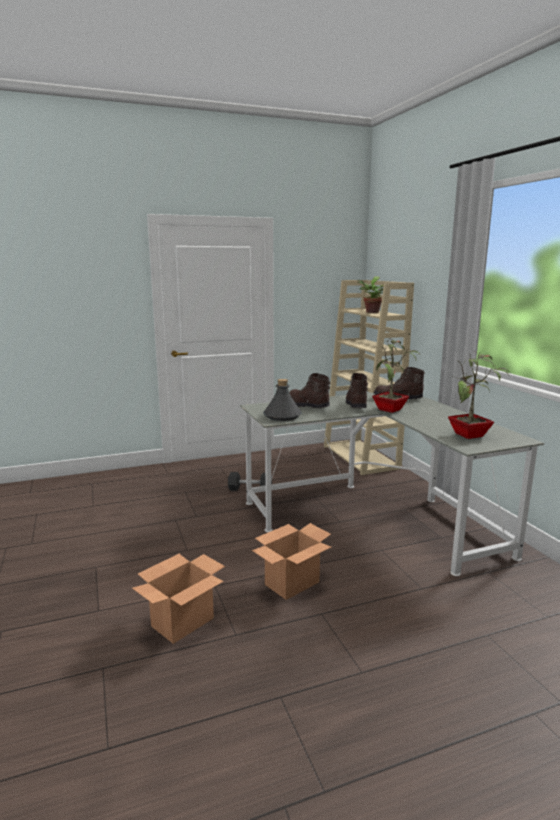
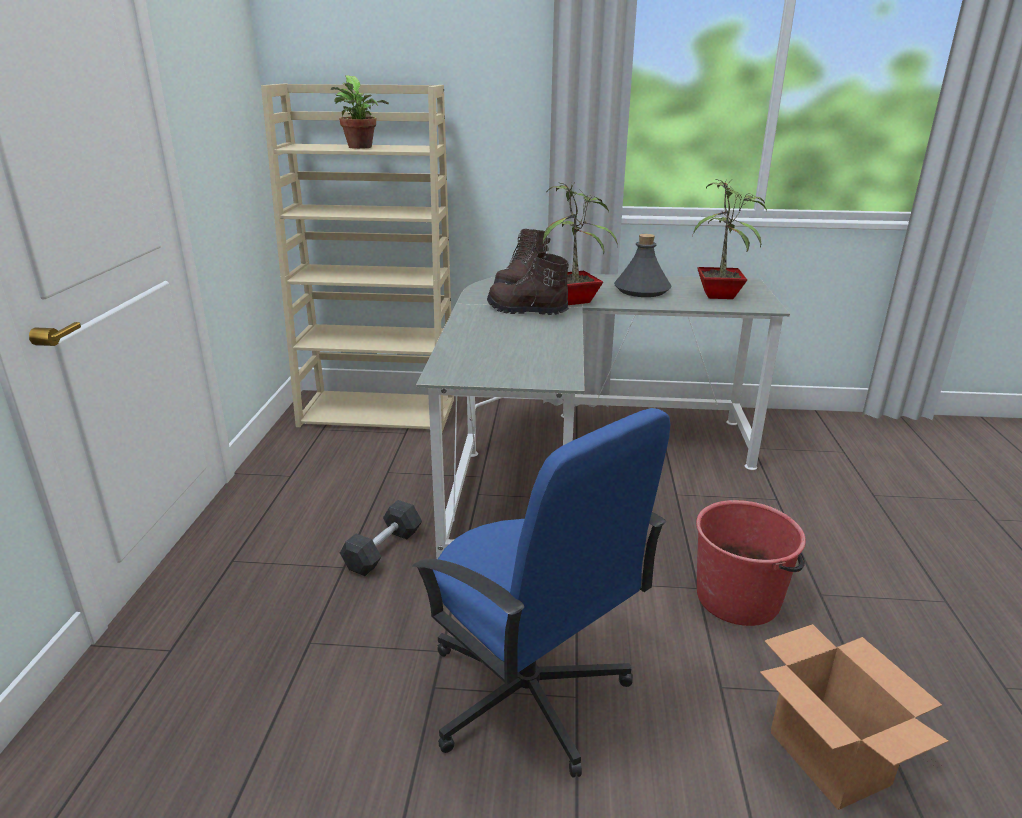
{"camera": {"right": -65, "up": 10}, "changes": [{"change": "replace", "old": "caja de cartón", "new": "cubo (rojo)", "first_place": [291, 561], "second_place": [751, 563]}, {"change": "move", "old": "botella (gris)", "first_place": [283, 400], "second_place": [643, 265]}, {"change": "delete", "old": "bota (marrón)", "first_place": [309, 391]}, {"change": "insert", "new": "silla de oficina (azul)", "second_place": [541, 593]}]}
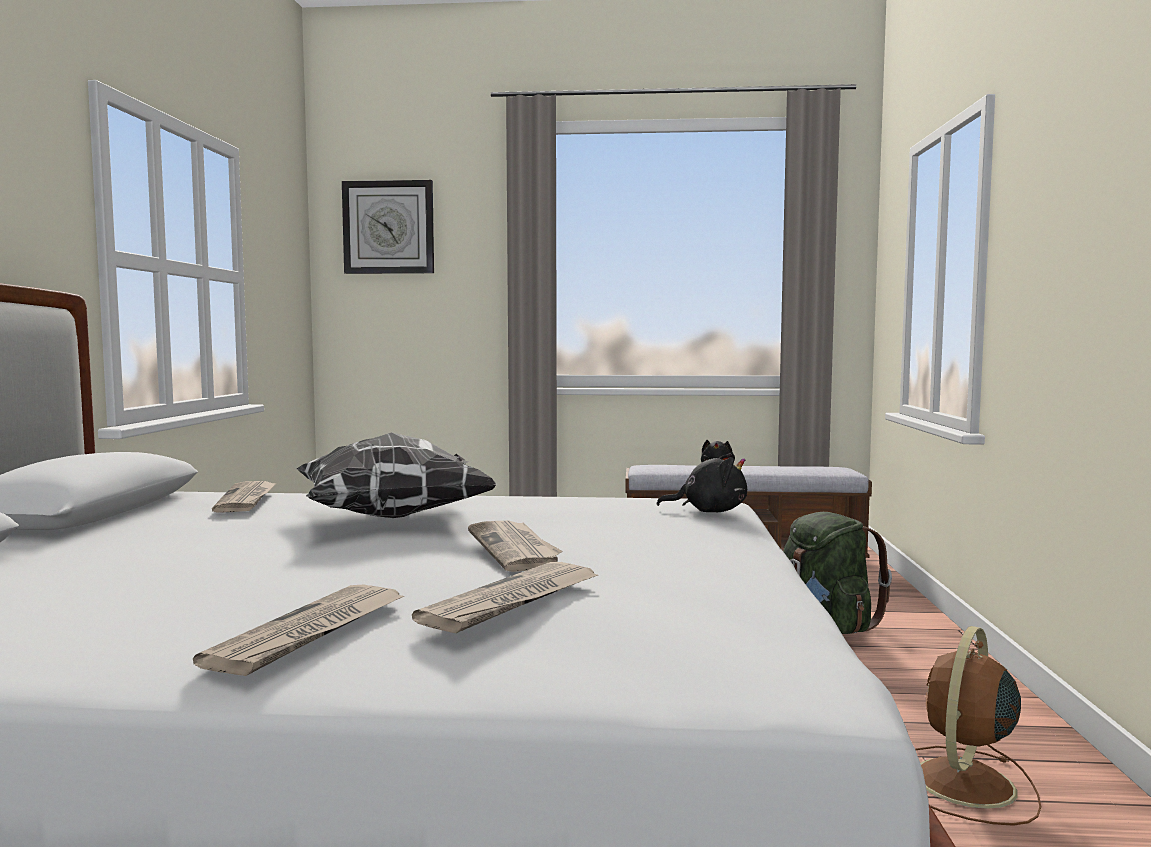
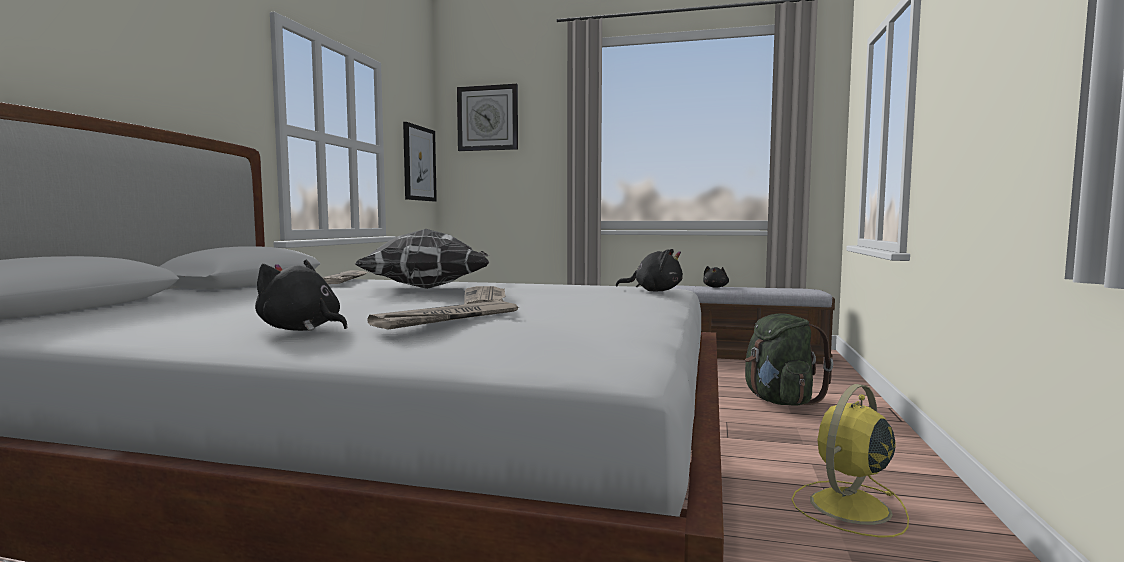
{"camera": {"right": 10, "up": 0}, "changes": [{"change": "replace", "old": "periódico", "new": "peluche (negro)", "first_place": [298, 630], "second_place": [301, 295]}, {"change": "recolor", "old": "ventilador (marrón)", "new": "ventilador (amarillo)", "first_place": [978, 726], "second_place": [850, 461]}, {"change": "insert", "new": "cuadro", "second_place": [420, 161]}]}
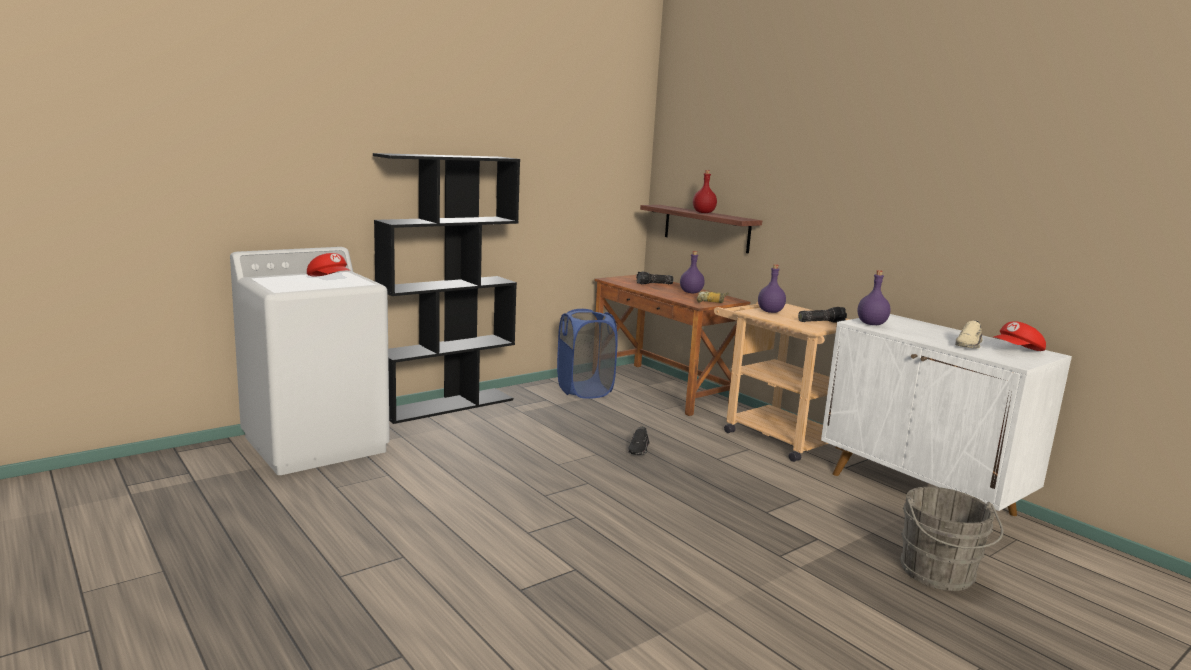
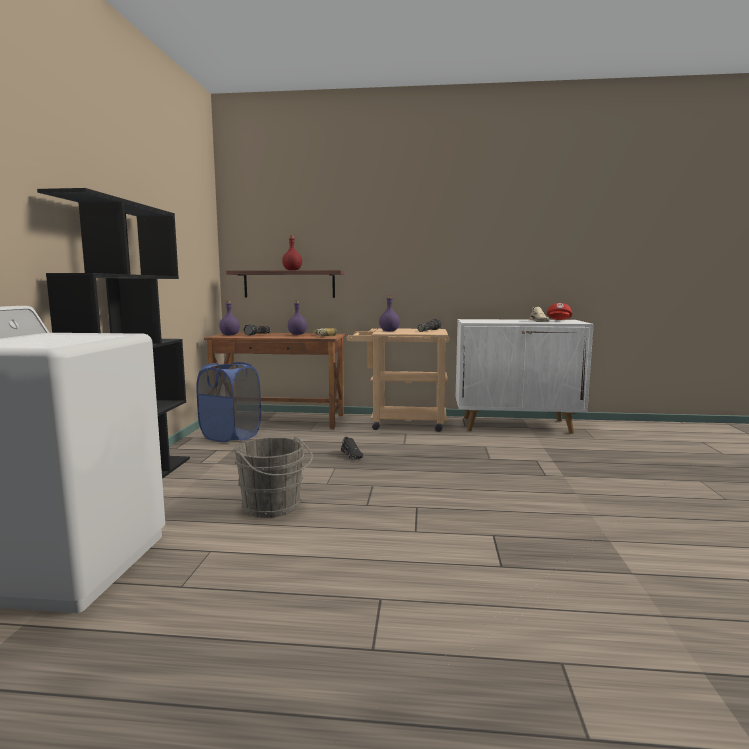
{"camera": {"right": -45, "up": -5}, "changes": [{"change": "delete", "old": "gorra (rojo)", "first_place": [328, 264]}, {"change": "move", "old": "botella (morado)", "first_place": [874, 297], "second_place": [229, 318]}, {"change": "move", "old": "cubo (gris)", "first_place": [951, 539], "second_place": [274, 477]}]}
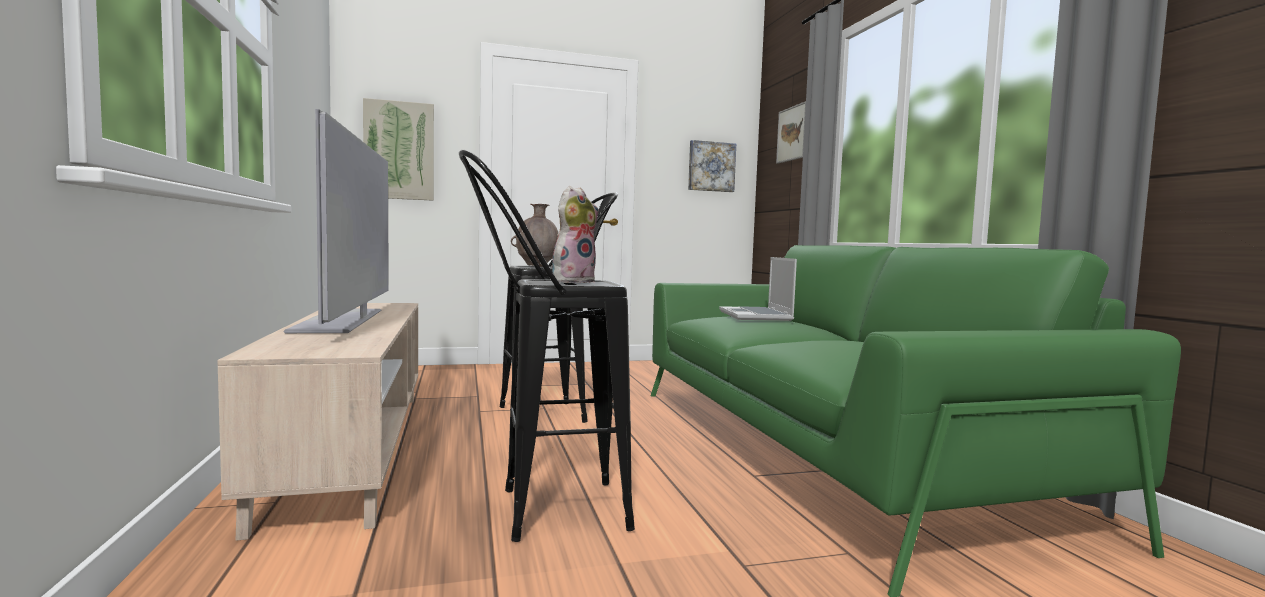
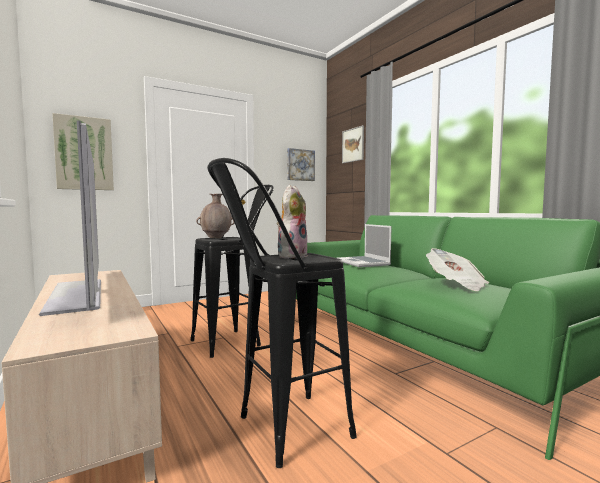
{"camera": {"right": -15, "up": 0}, "changes": [{"change": "insert", "new": "periódico", "second_place": [457, 269]}]}
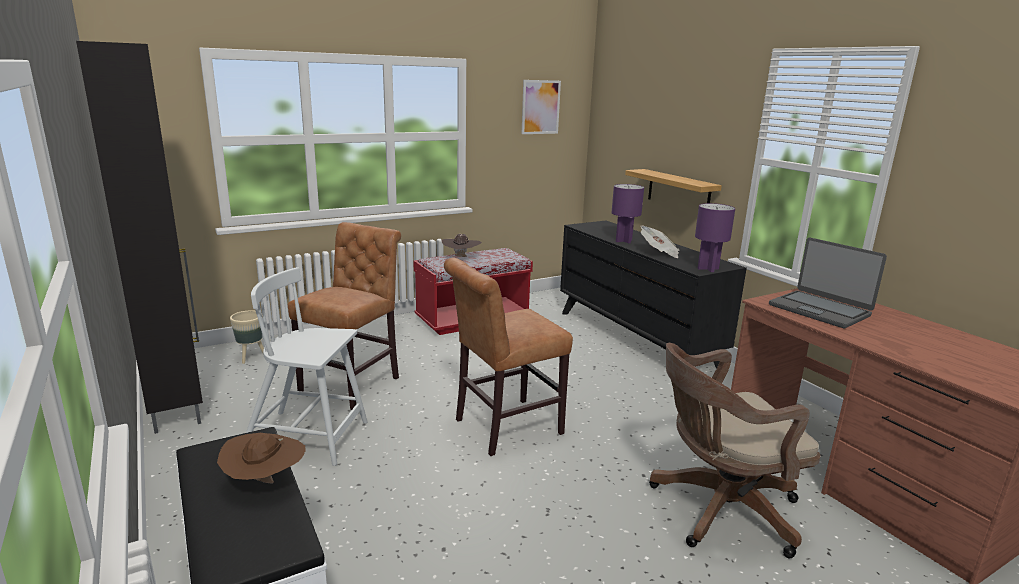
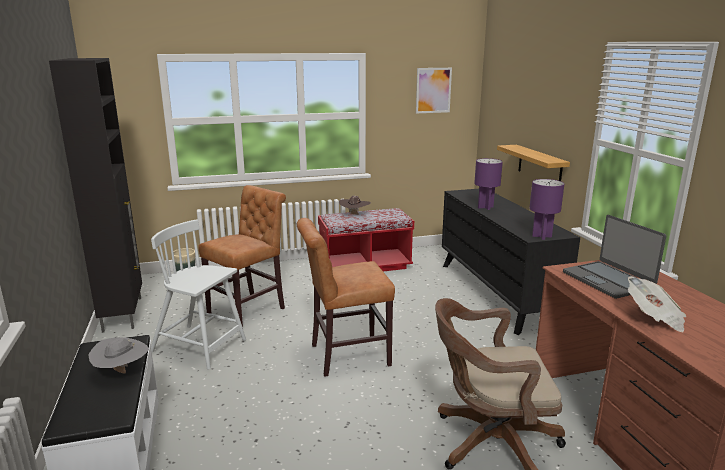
{"camera": {"right": 15, "up": 0}, "changes": [{"change": "recolor", "old": "sombrero (marrón)", "new": "sombrero (gris)", "first_place": [261, 458], "second_place": [118, 355]}, {"change": "move", "old": "periódico", "first_place": [660, 241], "second_place": [657, 304]}]}
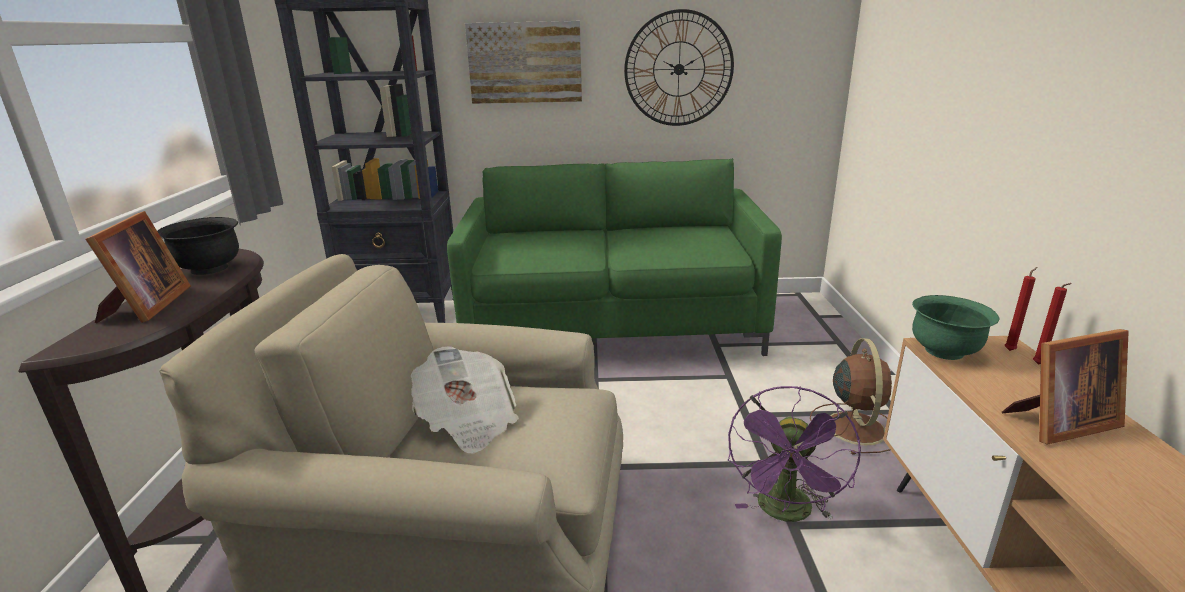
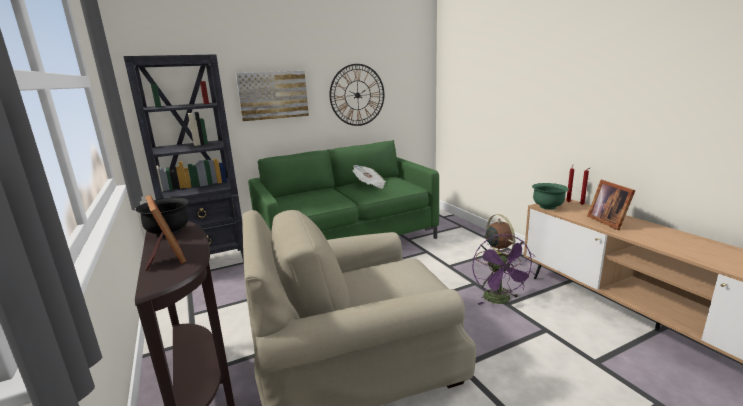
{"camera": {"right": -25, "up": -5}, "changes": [{"change": "move", "old": "periódico", "first_place": [465, 400], "second_place": [369, 177]}, {"change": "rotate", "old": "portarretratos", "first_place": [1065, 387], "second_place": [611, 205], "degrees": 120}]}
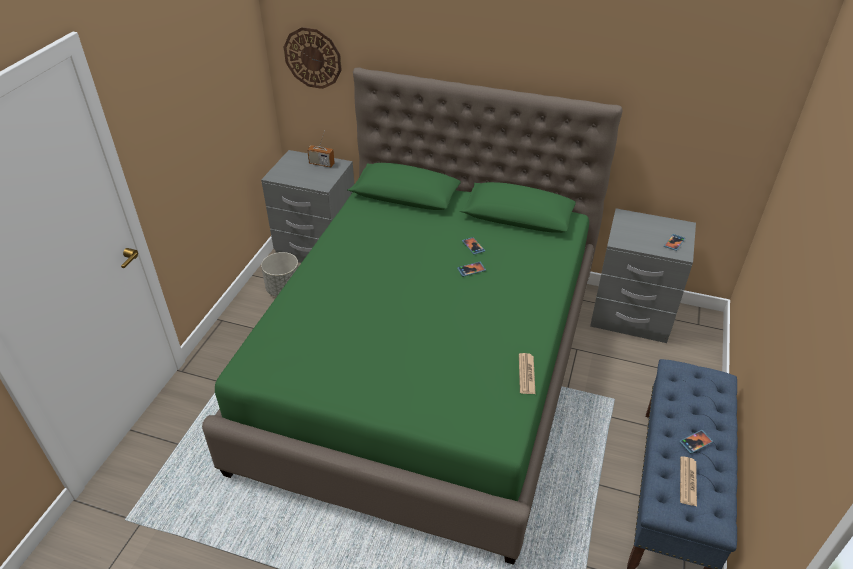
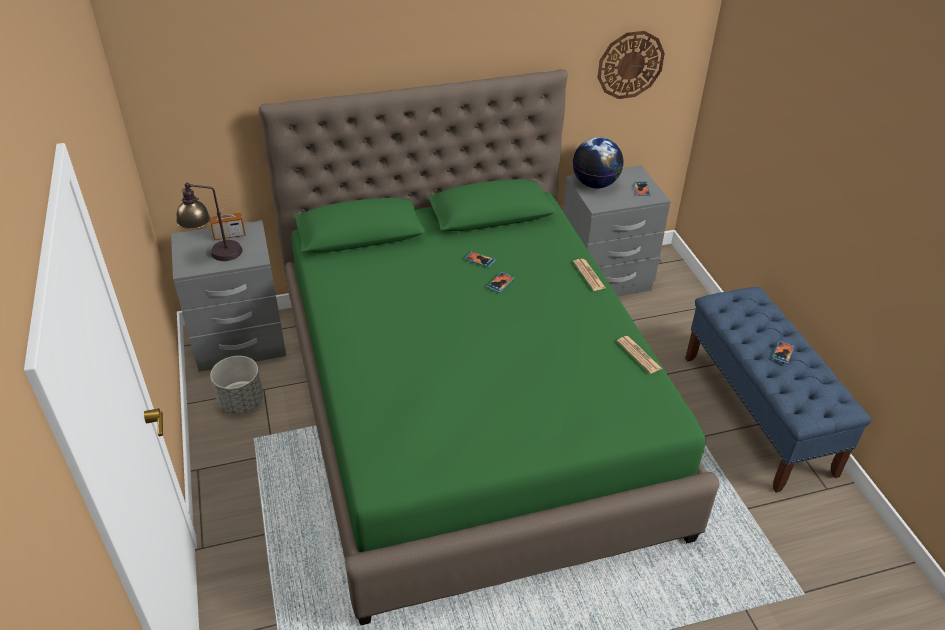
{"camera": {"right": -35, "up": 0}, "changes": [{"change": "move", "old": "reloj de pared", "first_place": [313, 58], "second_place": [631, 65]}, {"change": "move", "old": "periódico", "first_place": [688, 481], "second_place": [589, 275]}, {"change": "insert", "new": "lámpara de mesa", "second_place": [209, 222]}, {"change": "insert", "new": "globo terráqueo", "second_place": [598, 162]}]}
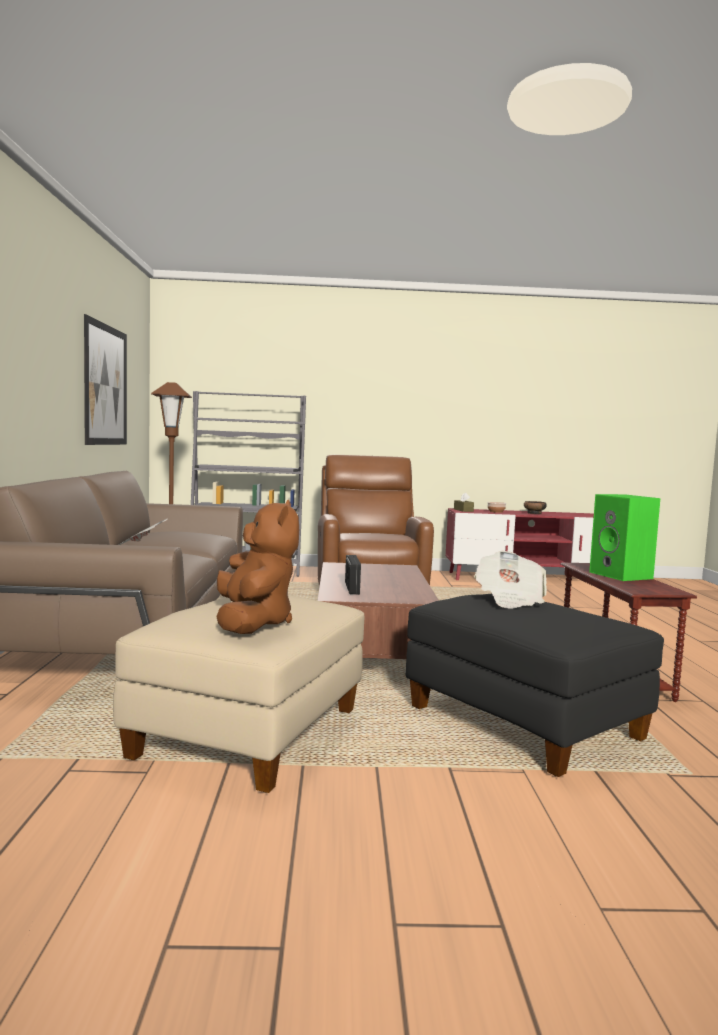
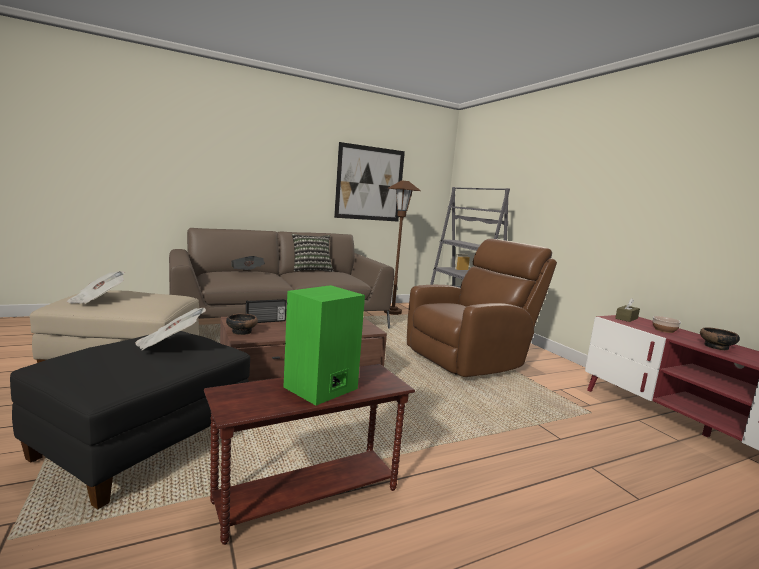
{"camera": {"right": 65, "up": 5}, "changes": [{"change": "replace", "old": "peluche (marrón)", "new": "periódico", "first_place": [257, 567], "second_place": [96, 287]}, {"change": "insert", "new": "cuenco", "second_place": [242, 324]}, {"change": "insert", "new": "cojín", "second_place": [313, 253]}]}
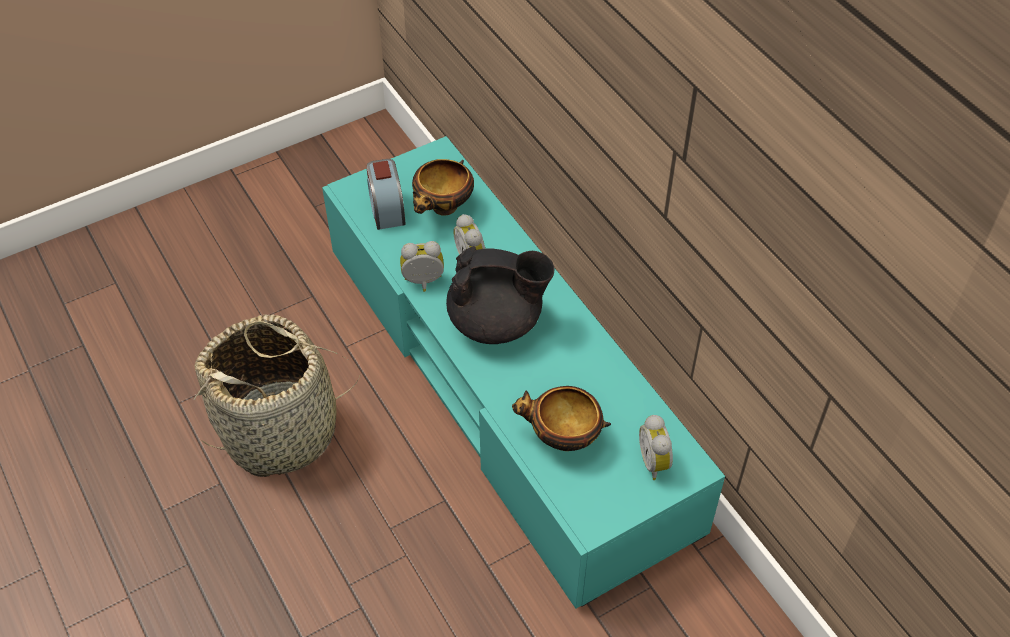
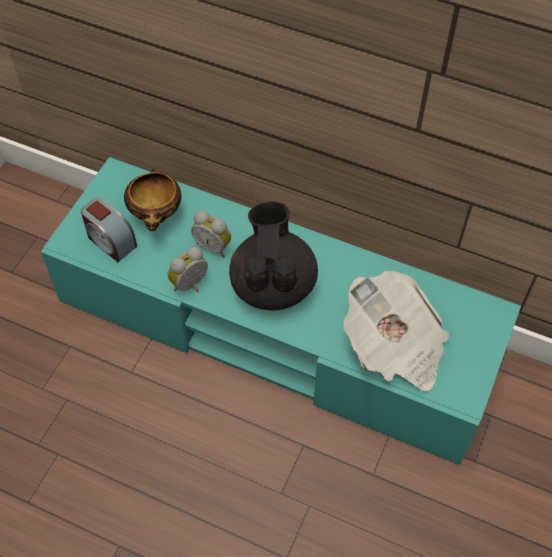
{"camera": {"right": -35, "up": 5}, "changes": [{"change": "delete", "old": "cesta", "first_place": [276, 395]}, {"change": "rotate", "old": "tetera (negro)", "first_place": [500, 295], "second_place": [273, 255], "degrees": -60}, {"change": "replace", "old": "cuenco", "new": "periódico", "first_place": [561, 418], "second_place": [396, 331]}, {"change": "delete", "old": "despertador", "first_place": [656, 447]}]}
